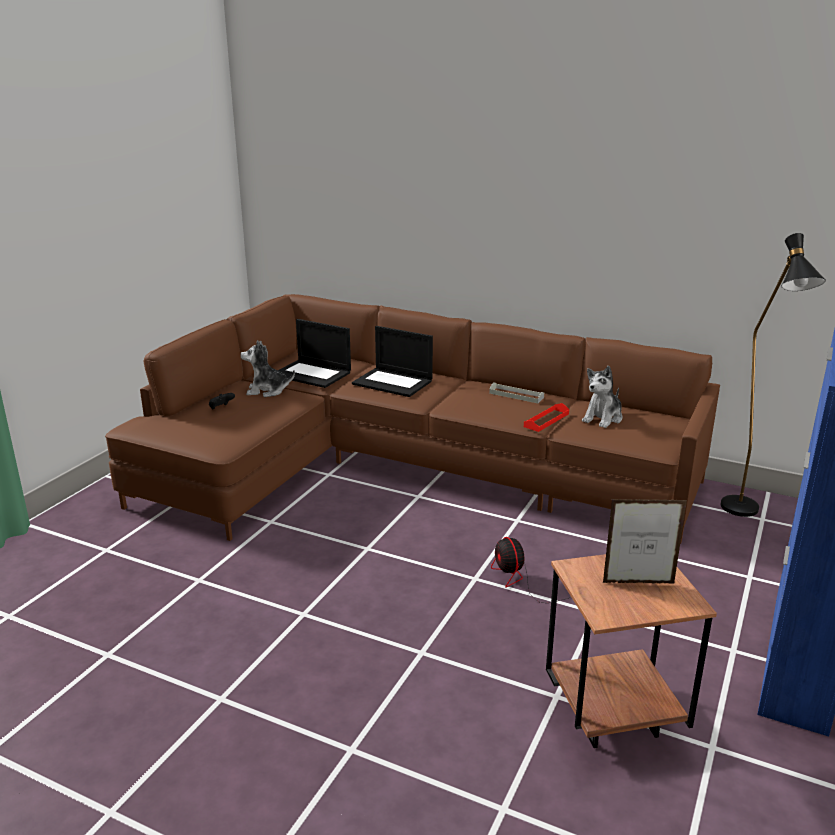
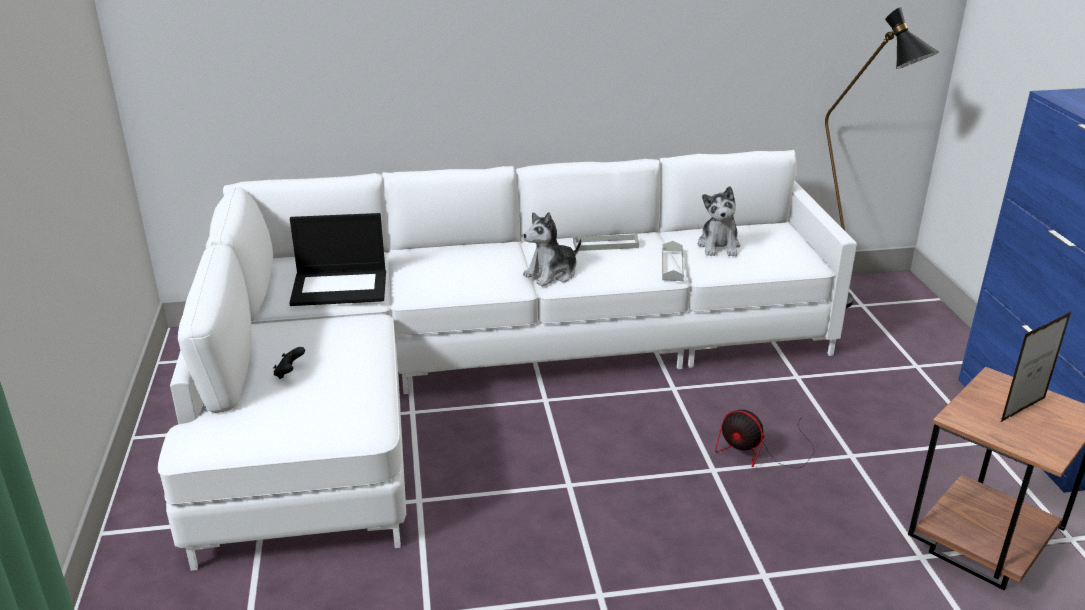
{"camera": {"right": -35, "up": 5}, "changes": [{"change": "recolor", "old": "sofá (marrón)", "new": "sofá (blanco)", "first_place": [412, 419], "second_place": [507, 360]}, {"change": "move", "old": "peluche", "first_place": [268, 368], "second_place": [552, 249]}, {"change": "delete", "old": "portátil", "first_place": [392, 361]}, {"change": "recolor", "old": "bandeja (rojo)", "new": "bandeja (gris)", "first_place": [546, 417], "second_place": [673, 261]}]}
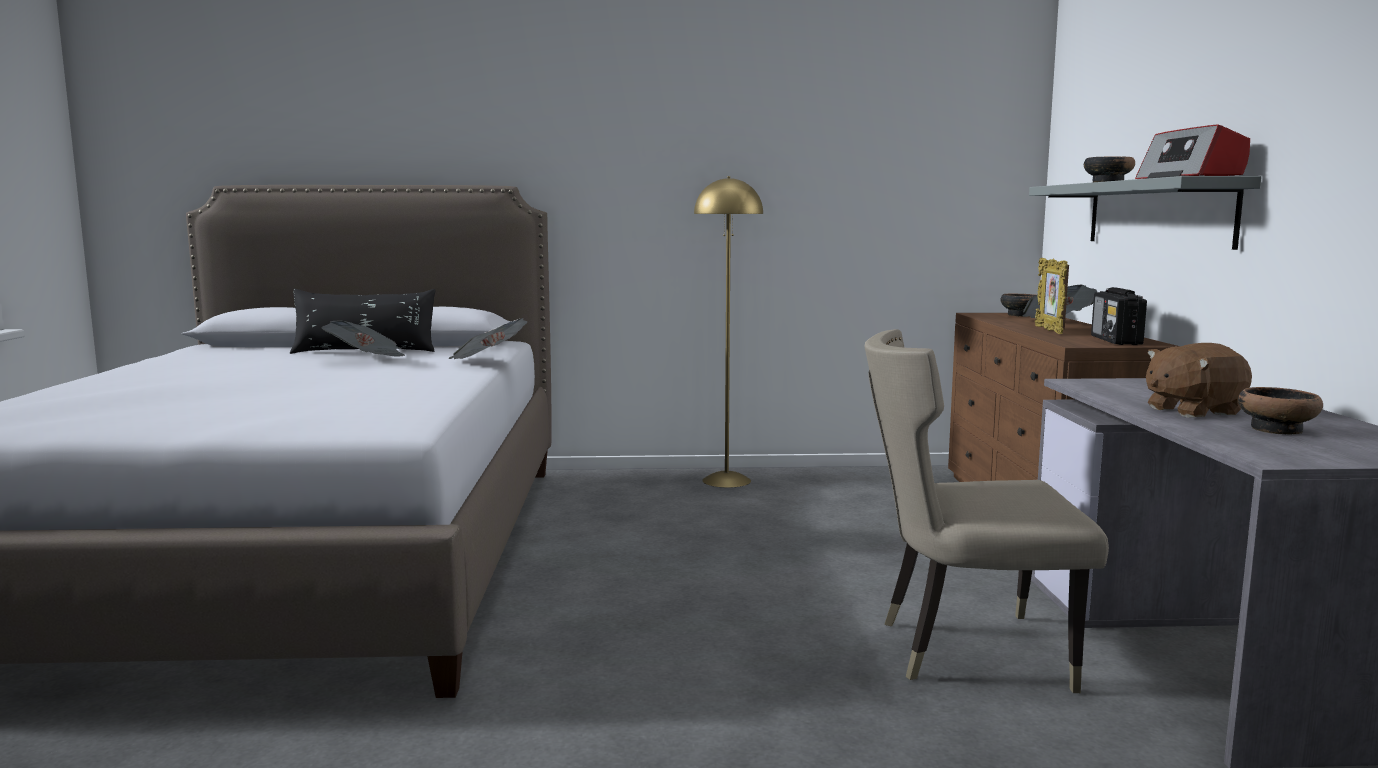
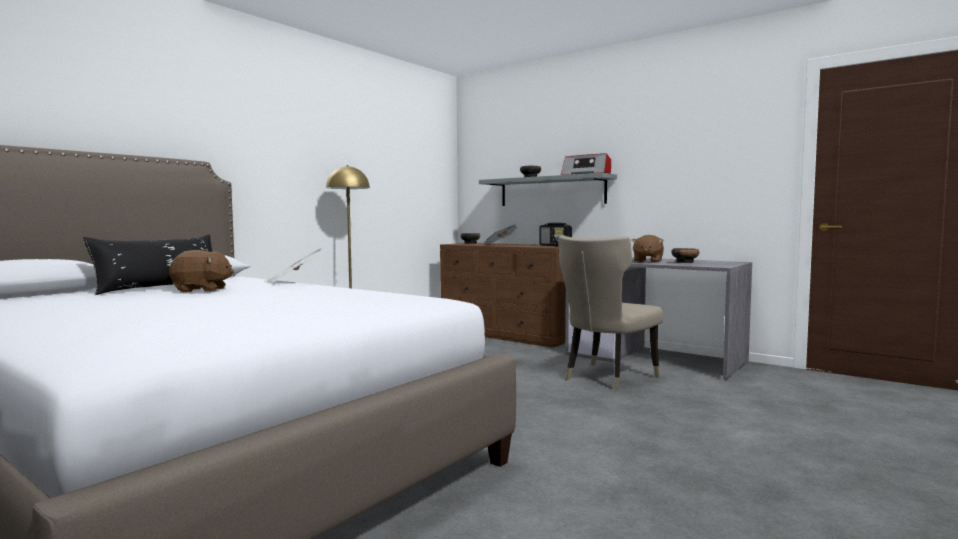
{"camera": {"right": -50, "up": -5}, "changes": [{"change": "replace", "old": "periódico", "new": "peluche (marrón)", "first_place": [363, 338], "second_place": [201, 271]}, {"change": "delete", "old": "portarretratos", "first_place": [1052, 296]}]}
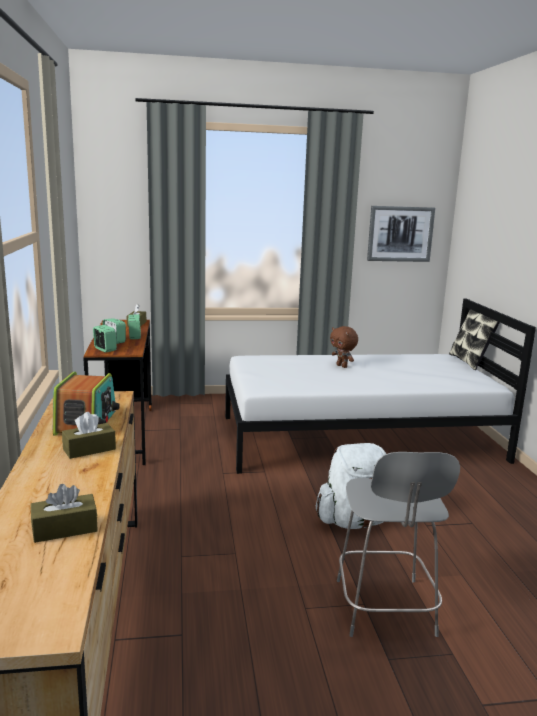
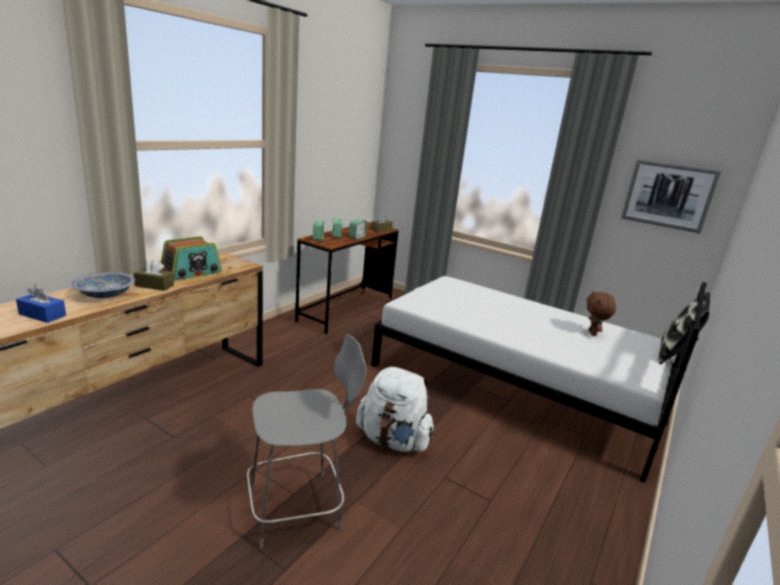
{"camera": {"right": 40, "up": 5}, "changes": [{"change": "recolor", "old": "caja de pañuelos (marrón)", "new": "caja de pañuelos (azul)", "first_place": [64, 513], "second_place": [41, 304]}, {"change": "move", "old": "peluche (marrón)", "first_place": [344, 347], "second_place": [601, 313]}, {"change": "rotate", "old": "silla (gris)", "first_place": [398, 544], "second_place": [306, 441], "degrees": -150}, {"change": "insert", "new": "cuenco", "second_place": [103, 285]}]}
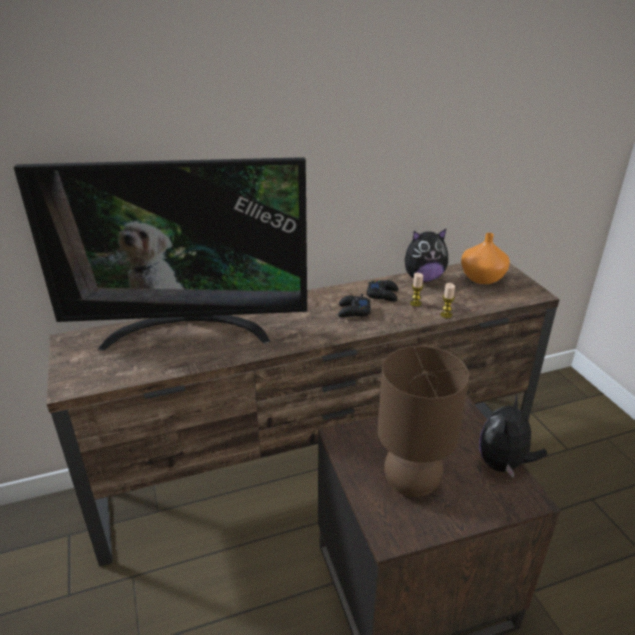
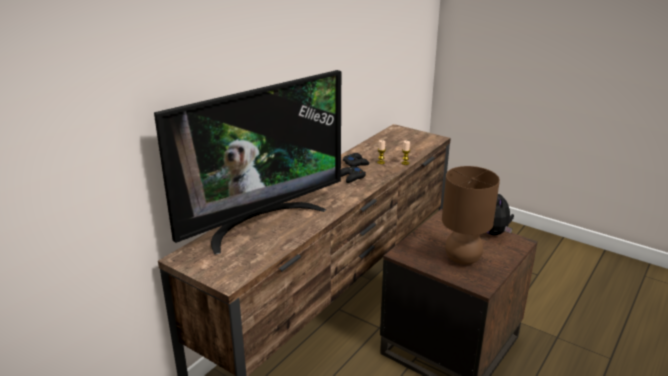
{"camera": {"right": -35, "up": -5}, "changes": [{"change": "delete", "old": "peluche", "first_place": [426, 255]}, {"change": "delete", "old": "florero (naranja)", "first_place": [485, 258]}]}
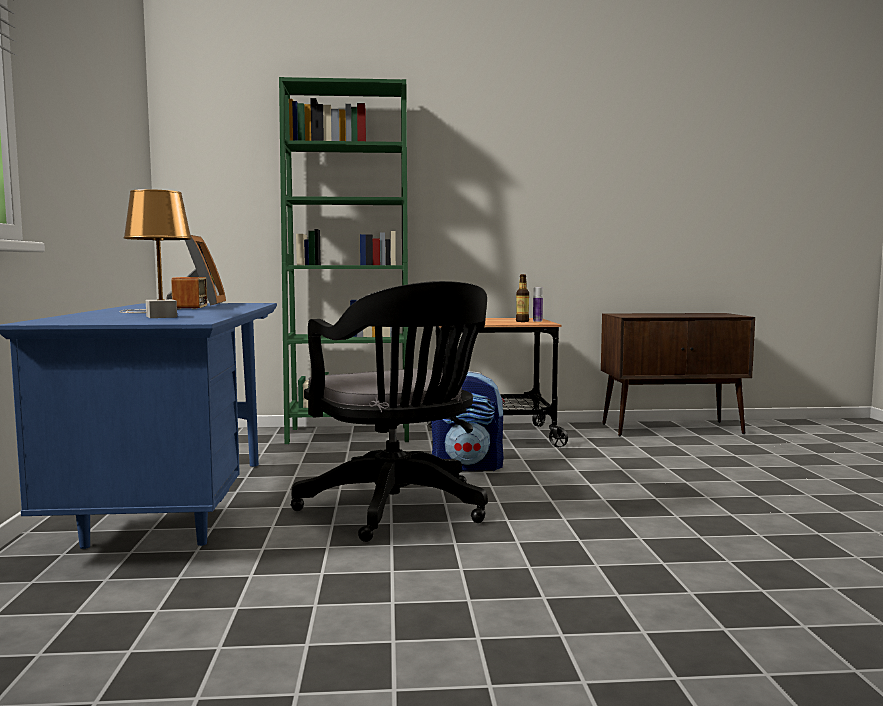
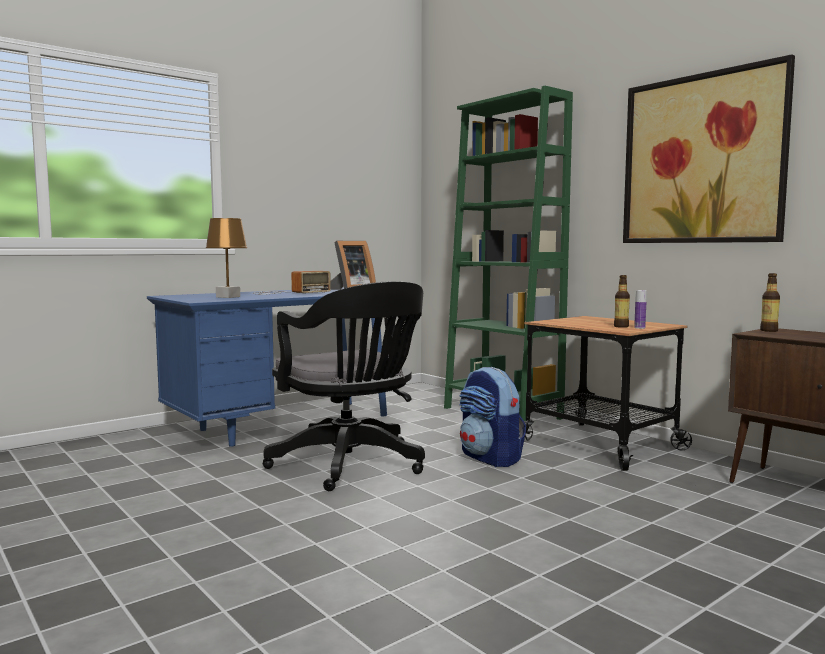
{"camera": {"right": 55, "up": 0}, "changes": [{"change": "rotate", "old": "silla de oficina (negro)", "first_place": [389, 411], "second_place": [344, 386], "degrees": -60}, {"change": "insert", "new": "cuadro", "second_place": [709, 148]}, {"change": "insert", "new": "botella", "second_place": [770, 302]}]}
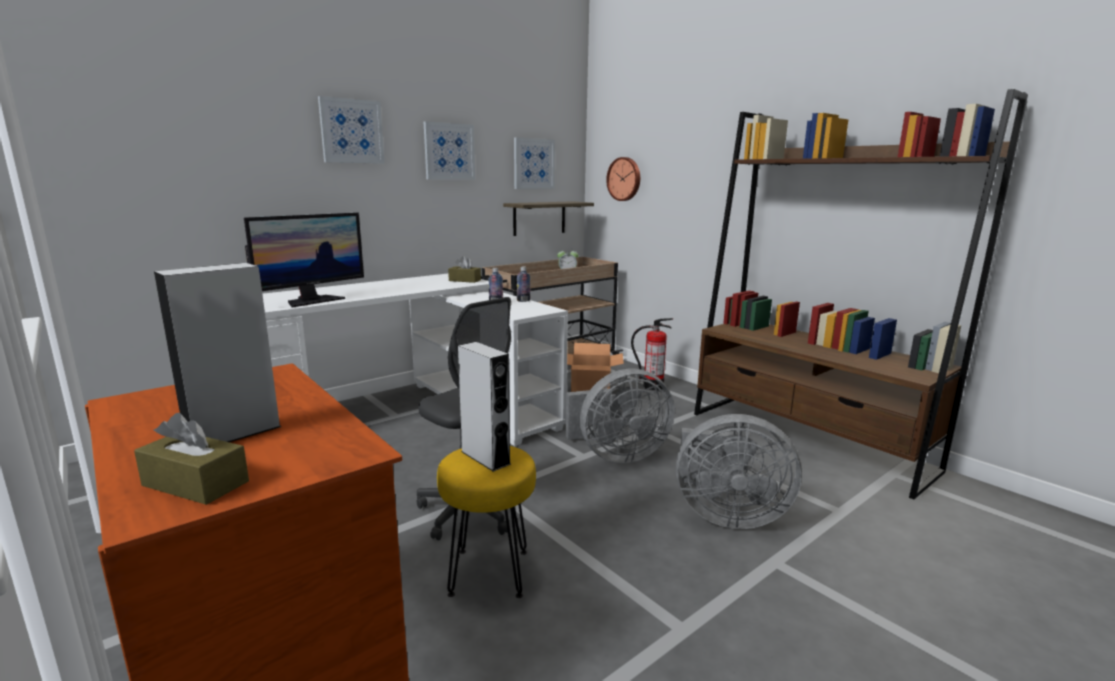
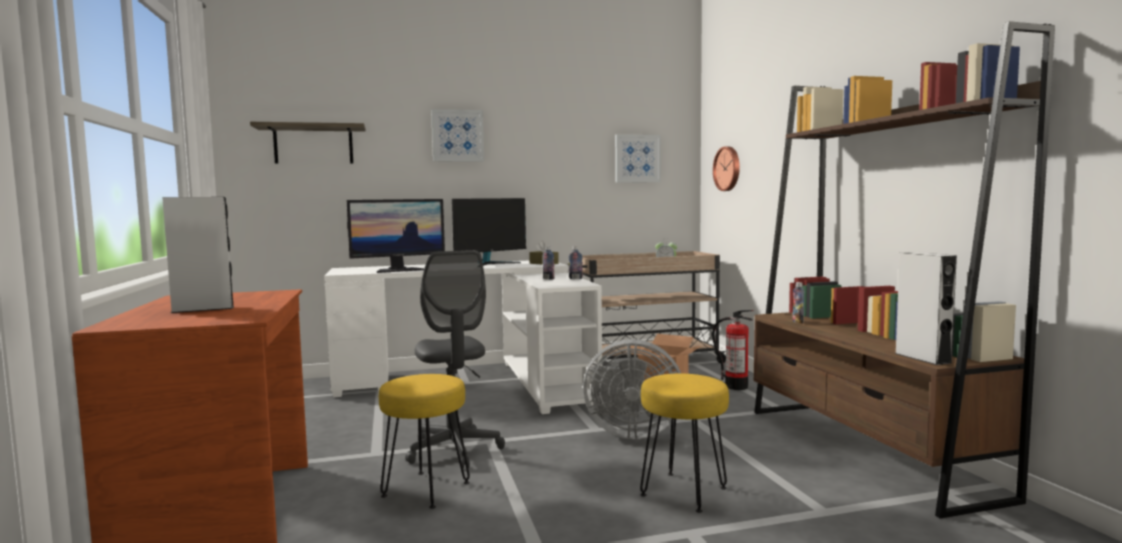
{"camera": {"right": 25, "up": -10}, "changes": [{"change": "delete", "old": "caja de pañuelos (marrón)", "first_place": [191, 459]}, {"change": "delete", "old": "cuadro", "first_place": [449, 150]}, {"change": "move", "old": "altavoz (gris)", "first_place": [484, 407], "second_place": [926, 308]}, {"change": "move", "old": "estante", "first_place": [548, 218], "second_place": [308, 143]}, {"change": "replace", "old": "ventilador (gris)", "new": "taburete (amarillo)", "first_place": [739, 471], "second_place": [684, 443]}, {"change": "insert", "new": "monitor", "second_place": [489, 232]}, {"change": "insert", "new": "botella", "second_place": [798, 302]}]}
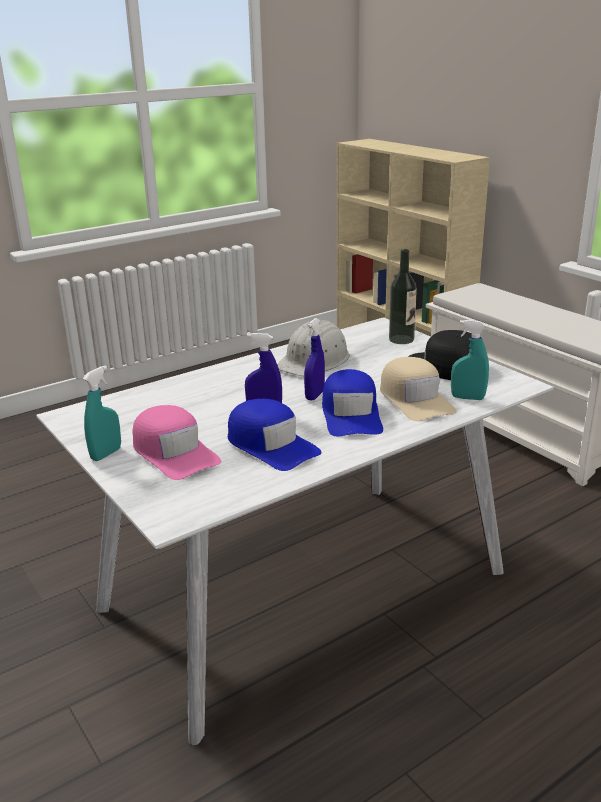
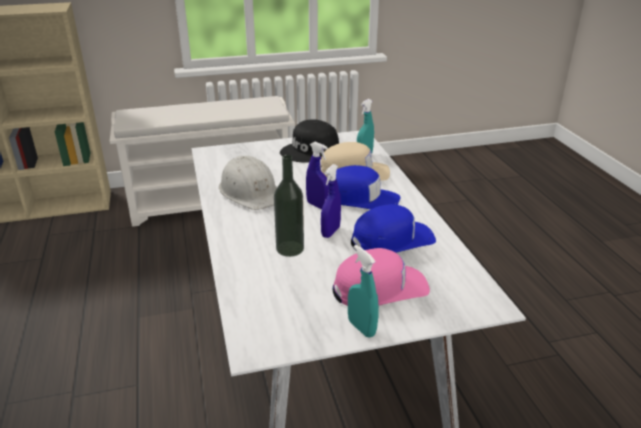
{"camera": {"right": -70, "up": 5}, "changes": [{"change": "move", "old": "botella", "first_place": [403, 296], "second_place": [289, 205]}]}
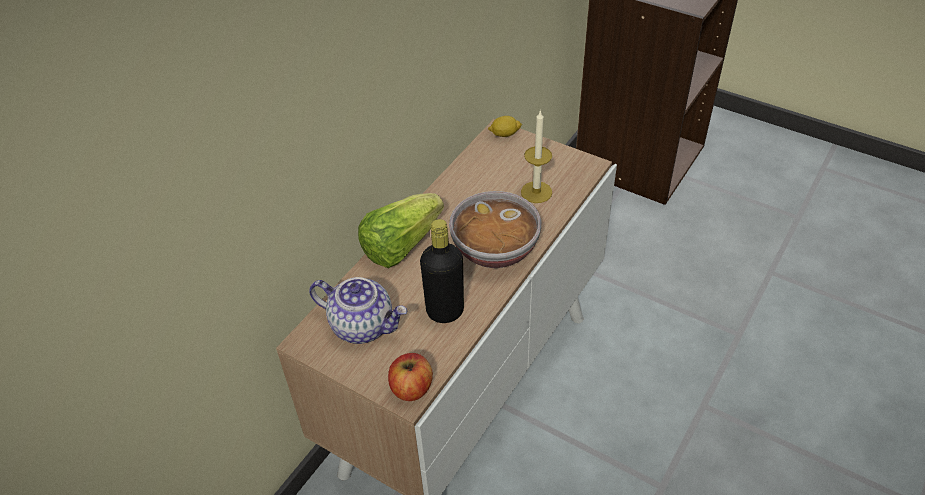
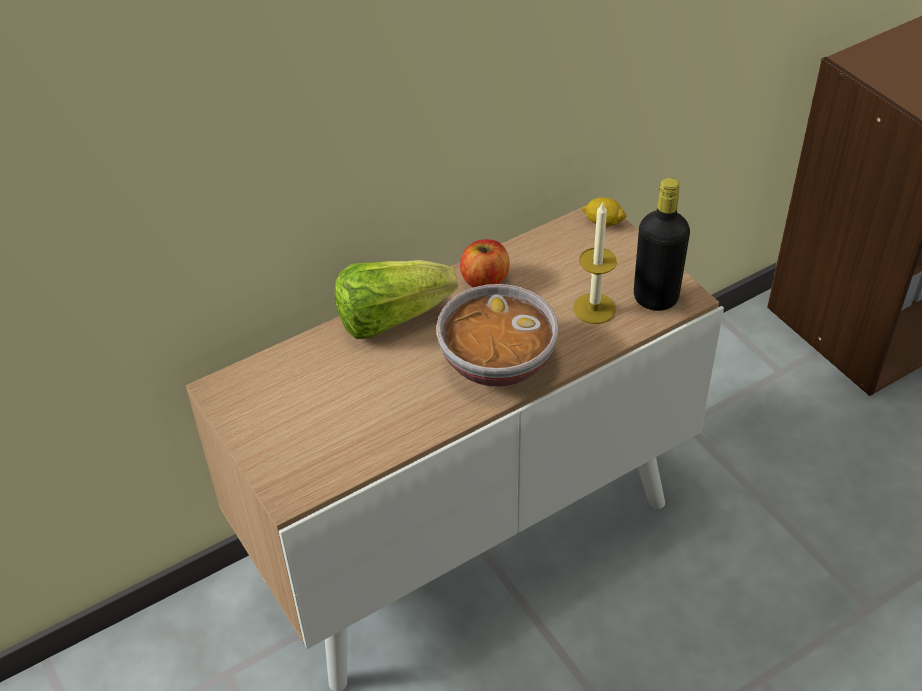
{"camera": {"right": 25, "up": 0}, "changes": [{"change": "delete", "old": "tetera", "first_place": [358, 310]}, {"change": "move", "old": "manzana", "first_place": [410, 377], "second_place": [485, 263]}, {"change": "move", "old": "botella (negro)", "first_place": [442, 271], "second_place": [662, 244]}]}
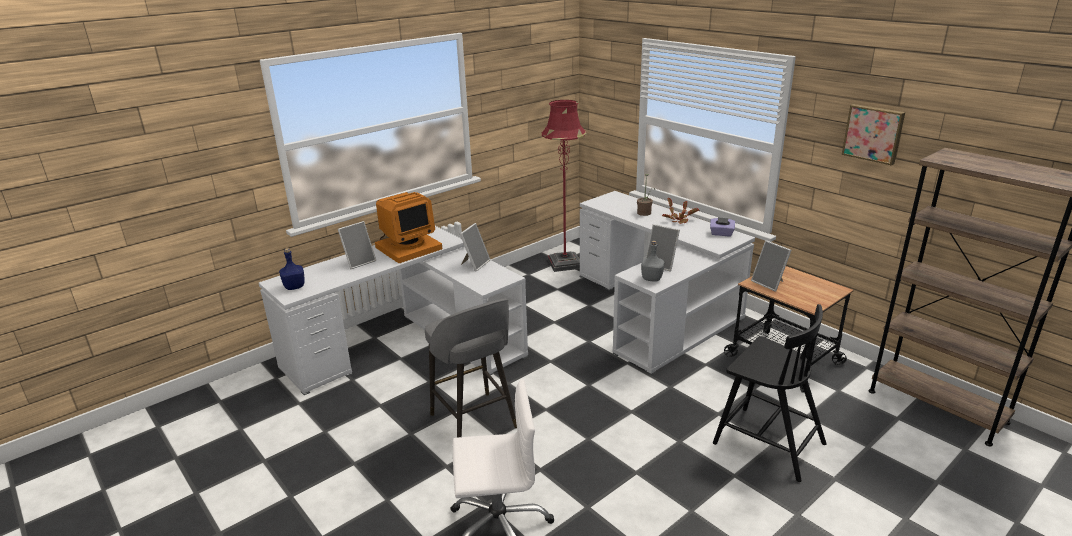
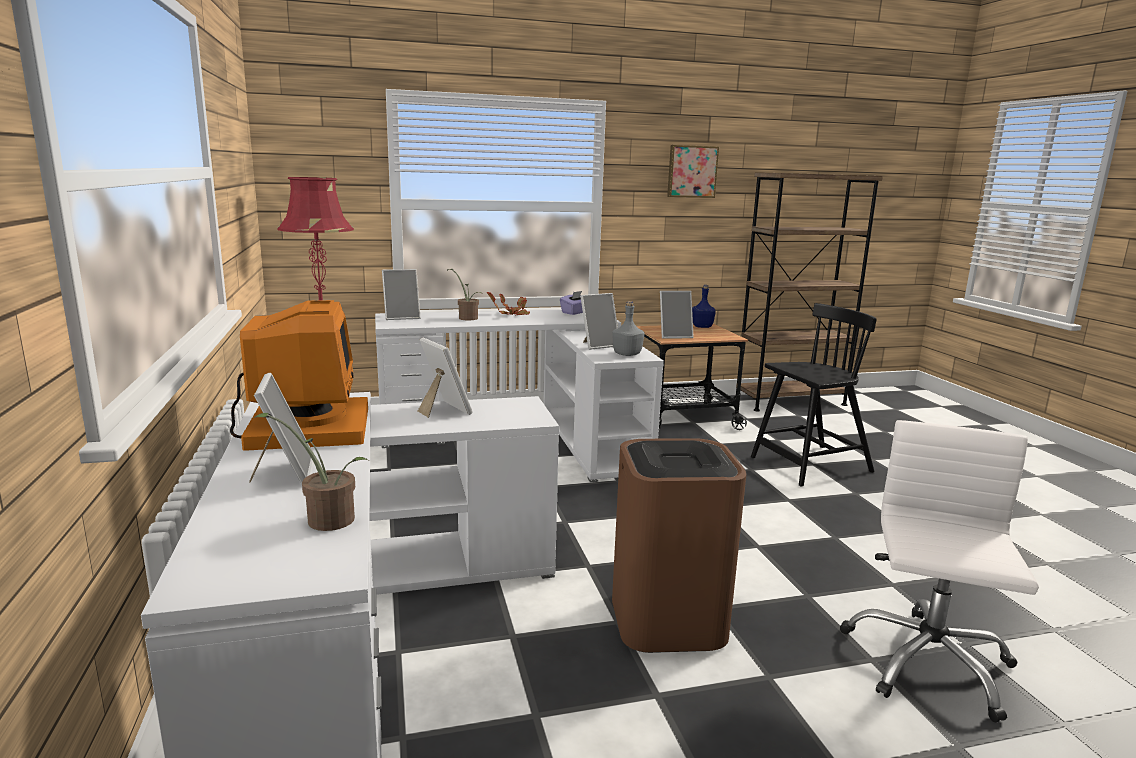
{"camera": {"right": -65, "up": -10}, "changes": [{"change": "move", "old": "botella (azul)", "first_place": [292, 269], "second_place": [704, 306]}, {"change": "replace", "old": "taburete (gris)", "new": "papelera (marrón)", "first_place": [471, 368], "second_place": [679, 545]}, {"change": "insert", "new": "planta en maceta", "second_place": [311, 472]}, {"change": "insert", "new": "portarretratos", "second_place": [401, 294]}]}
